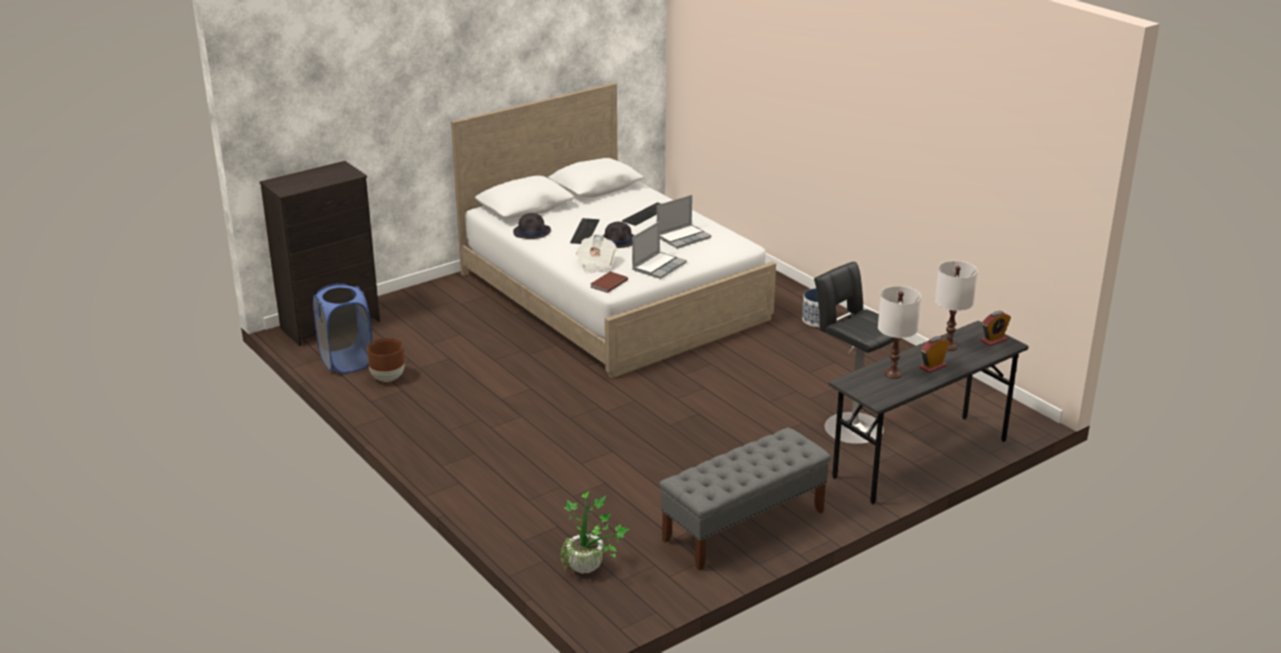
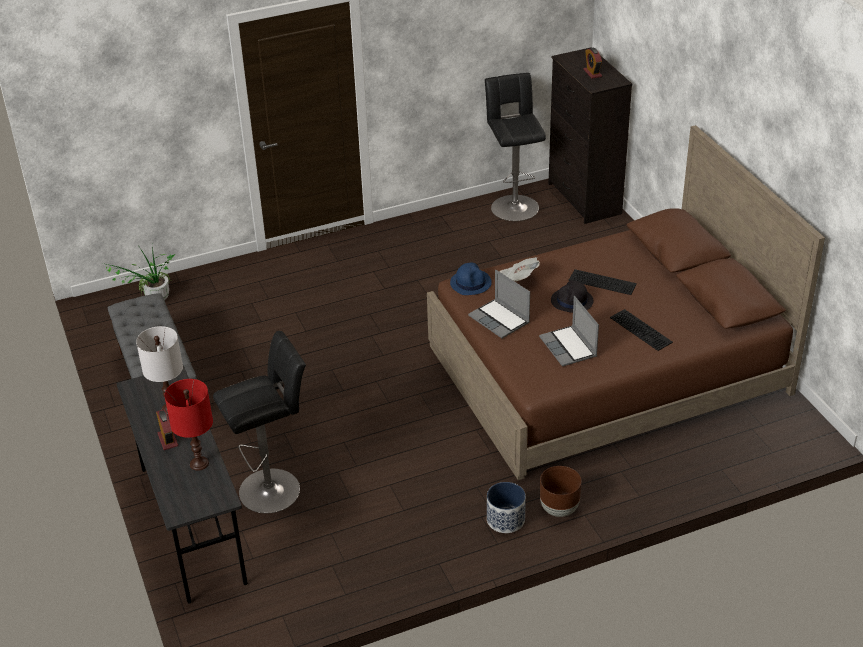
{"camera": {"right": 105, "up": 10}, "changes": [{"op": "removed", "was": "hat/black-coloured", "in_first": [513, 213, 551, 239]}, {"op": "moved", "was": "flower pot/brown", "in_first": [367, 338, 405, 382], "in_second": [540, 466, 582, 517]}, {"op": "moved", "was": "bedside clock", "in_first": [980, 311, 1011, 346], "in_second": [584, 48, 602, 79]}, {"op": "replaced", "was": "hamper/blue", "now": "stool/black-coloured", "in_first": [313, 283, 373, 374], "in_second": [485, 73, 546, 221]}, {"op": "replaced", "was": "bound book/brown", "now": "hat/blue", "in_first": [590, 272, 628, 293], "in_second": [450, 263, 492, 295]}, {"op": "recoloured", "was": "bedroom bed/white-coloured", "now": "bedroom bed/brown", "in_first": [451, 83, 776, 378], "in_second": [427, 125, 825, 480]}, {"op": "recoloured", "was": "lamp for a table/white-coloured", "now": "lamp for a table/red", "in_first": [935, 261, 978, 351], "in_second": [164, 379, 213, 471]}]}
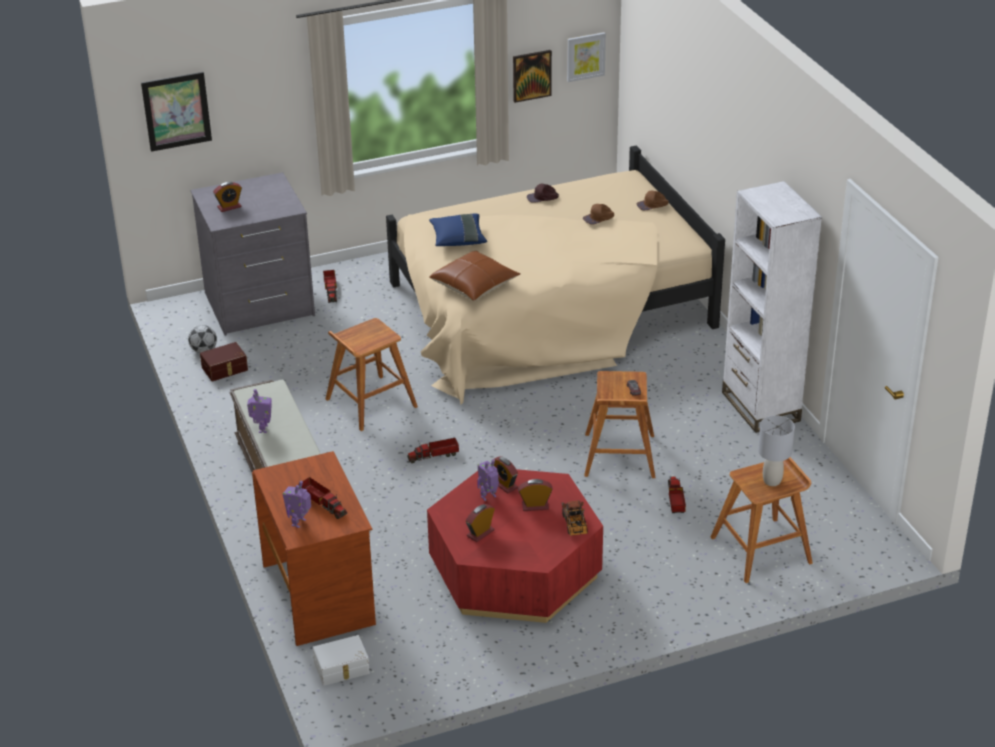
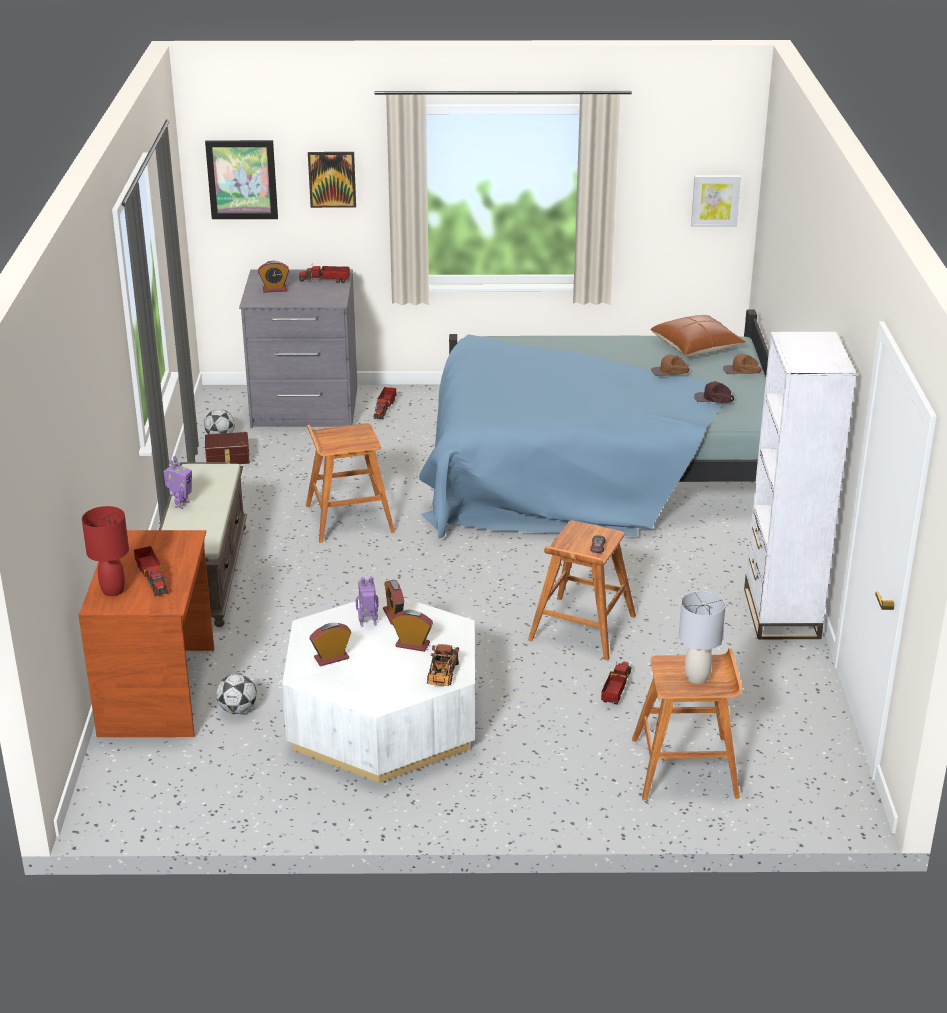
{"camera": {"right": 20, "up": -5}, "changes": [{"op": "removed", "was": "storage bin/white-coloured", "in_first": [313, 635, 370, 686]}, {"op": "removed", "was": "throw pillow/blue", "in_first": [429, 213, 487, 246]}, {"op": "added", "now": "football ball", "in_second": [216, 674, 257, 714]}, {"op": "moved", "was": "toy lorry", "in_first": [407, 438, 459, 463], "in_second": [299, 266, 350, 283]}, {"op": "moved", "was": "throw pillow/brown", "in_first": [430, 251, 520, 301], "in_second": [650, 315, 746, 357]}, {"op": "moved", "was": "picture", "in_first": [513, 50, 552, 103], "in_second": [308, 152, 356, 208]}, {"op": "moved", "was": "peaked cap/brown", "in_first": [527, 183, 559, 203], "in_second": [694, 381, 734, 403]}, {"op": "replaced", "was": "model robot", "now": "lamp for a table/red", "in_first": [283, 481, 311, 528], "in_second": [82, 506, 129, 596]}, {"op": "recoloured", "was": "bedroom bed/beige-coloured", "now": "bedroom bed/blue", "in_first": [386, 145, 725, 405], "in_second": [419, 309, 769, 538]}, {"op": "recoloured", "was": "lounge table/red", "now": "lounge table/white-coloured", "in_first": [427, 469, 603, 623], "in_second": [282, 592, 475, 783]}]}
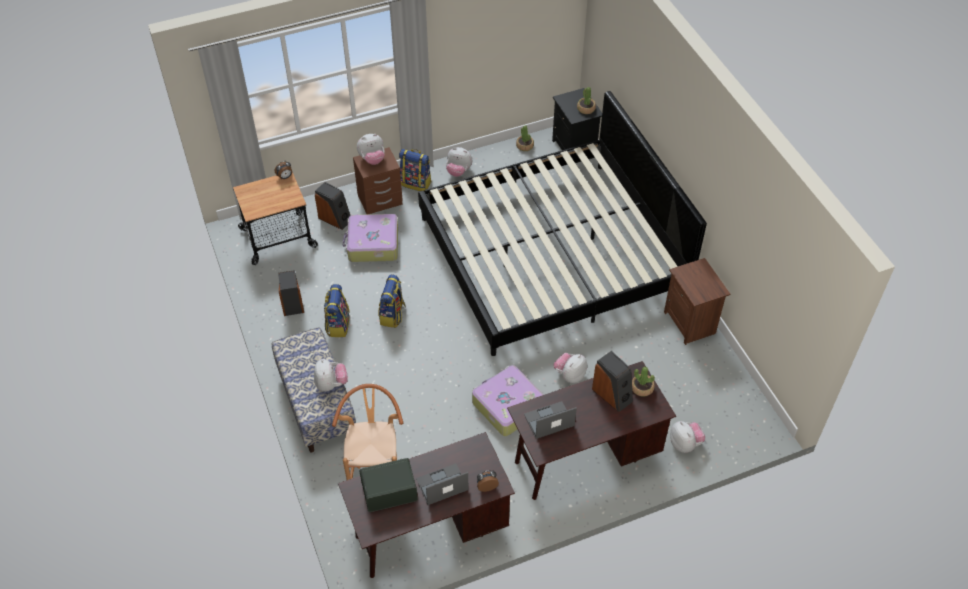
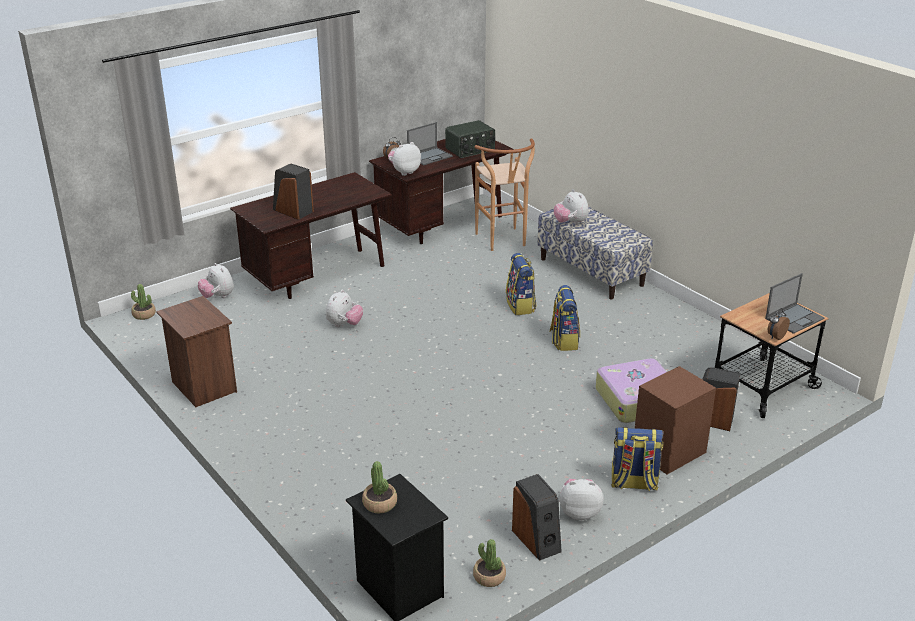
{"camera": {"right": 165, "up": -20}, "changes": [{"op": "removed", "was": "bedroom bed", "in_first": [418, 91, 707, 356]}, {"op": "removed", "was": "piece of luggage", "in_first": [472, 365, 544, 436]}, {"op": "moved", "was": "speaker", "in_first": [278, 270, 304, 316], "in_second": [512, 474, 562, 561]}, {"op": "moved", "was": "knapsack", "in_first": [324, 284, 350, 337], "in_second": [506, 253, 537, 315]}, {"op": "moved", "was": "plush toy", "in_first": [357, 134, 384, 165], "in_second": [388, 142, 421, 176]}, {"op": "moved", "was": "laptop", "in_first": [524, 401, 577, 439], "in_second": [765, 273, 824, 334]}, {"op": "moved", "was": "houseplant", "in_first": [632, 367, 655, 397], "in_second": [131, 284, 156, 320]}]}
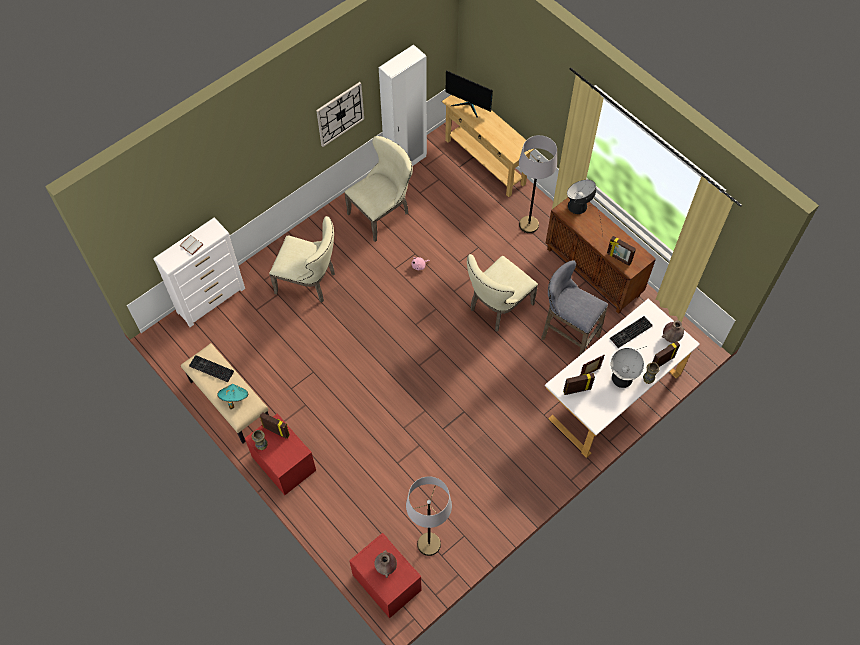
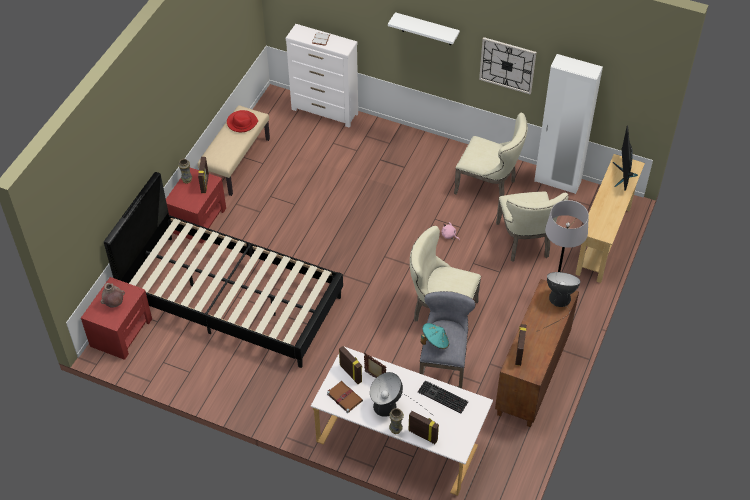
{"camera": {"right": 65, "up": -10}, "changes": [{"op": "removed", "was": "standing lamp/greyish", "in_first": [406, 476, 452, 556]}, {"op": "removed", "was": "flower vase/brown", "in_first": [662, 320, 684, 343]}, {"op": "added", "now": "bedroom bed/black-coloured", "in_second": [104, 172, 343, 368]}, {"op": "added", "now": "bound book/brown", "in_second": [327, 381, 363, 413]}, {"op": "added", "now": "shelf/white-coloured", "in_second": [388, 12, 460, 45]}, {"op": "moved", "was": "hat/blue-green", "in_first": [217, 384, 248, 409], "in_second": [421, 323, 449, 349]}, {"op": "moved", "was": "upright chair/beige-coloured", "in_first": [269, 216, 335, 303], "in_second": [496, 192, 569, 262]}, {"op": "replaced", "was": "computer keyboard", "now": "hat/red", "in_first": [189, 355, 234, 382], "in_second": [227, 110, 258, 132]}]}
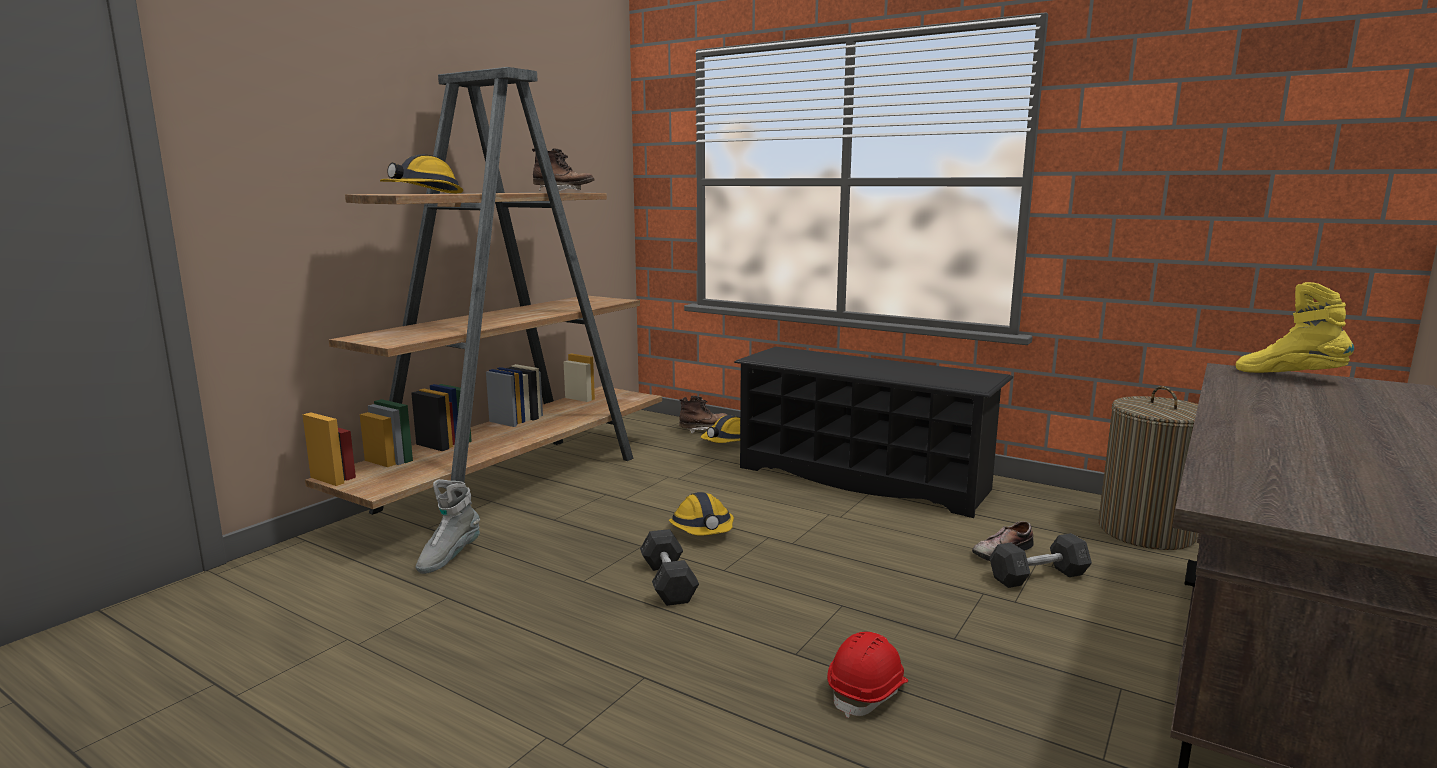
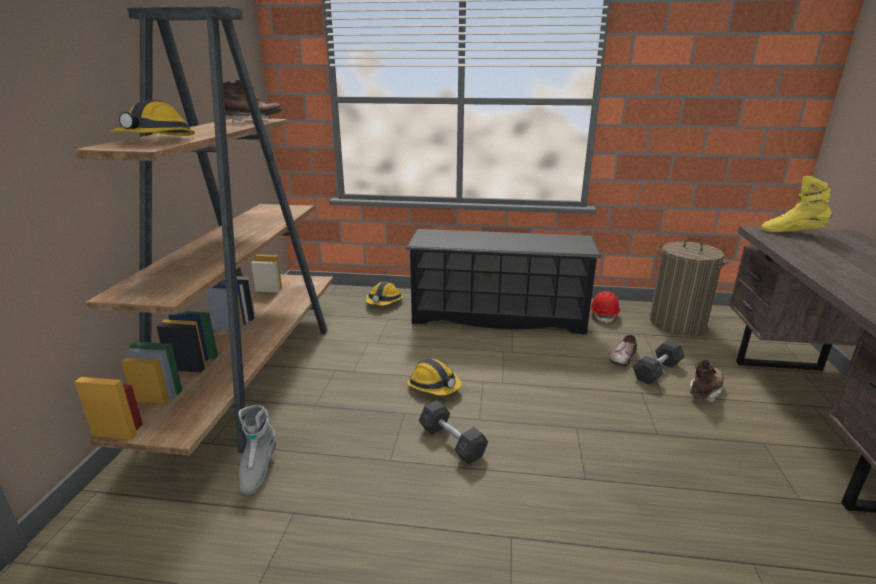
{"camera": {"right": -25, "up": 10}, "changes": [{"op": "moved", "was": "boot/brown", "in_first": [679, 395, 727, 434], "in_second": [690, 360, 725, 403]}, {"op": "moved", "was": "hard hat/red", "in_first": [827, 632, 908, 718], "in_second": [591, 291, 620, 324]}]}
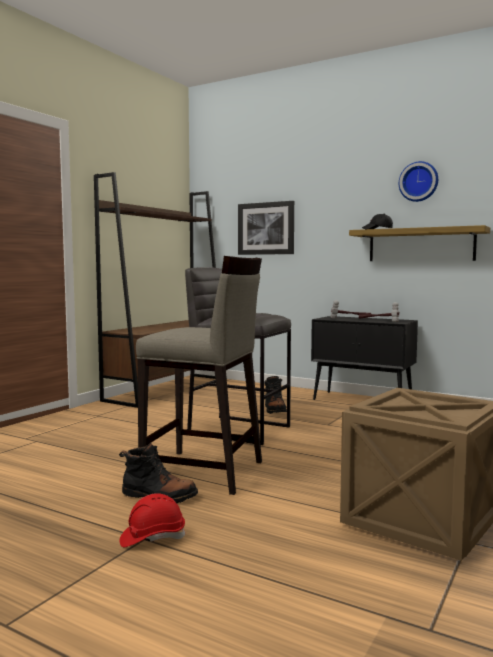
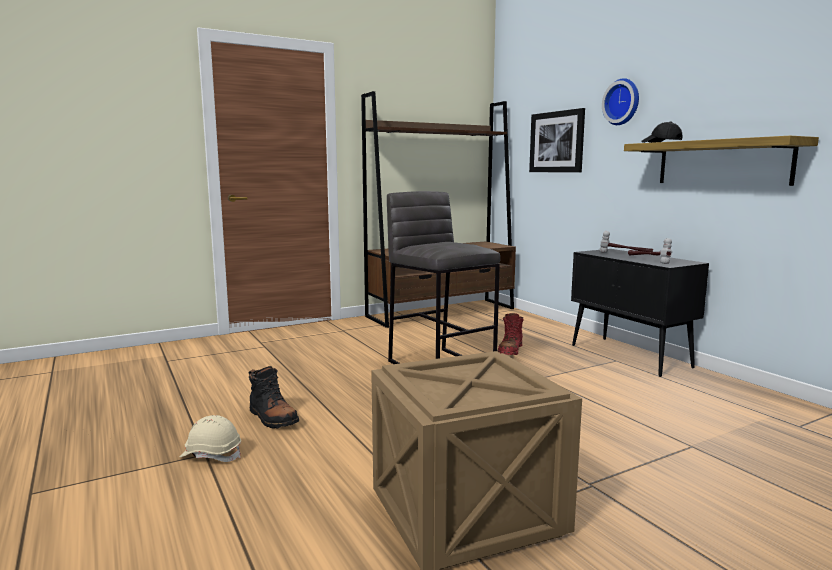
{"camera": {"right": 30, "up": 5}, "changes": [{"op": "removed", "was": "stool/beige-coloured", "in_first": [136, 256, 262, 495]}, {"op": "moved", "was": "hanging clock", "in_first": [399, 161, 438, 202], "in_second": [602, 78, 639, 125]}, {"op": "recoloured", "was": "hard hat/red", "now": "hard hat/beige-coloured", "in_first": [120, 493, 185, 547], "in_second": [179, 415, 241, 462]}, {"op": "recoloured", "was": "boot/black-coloured", "now": "boot/red", "in_first": [264, 376, 287, 414], "in_second": [498, 313, 524, 355]}]}
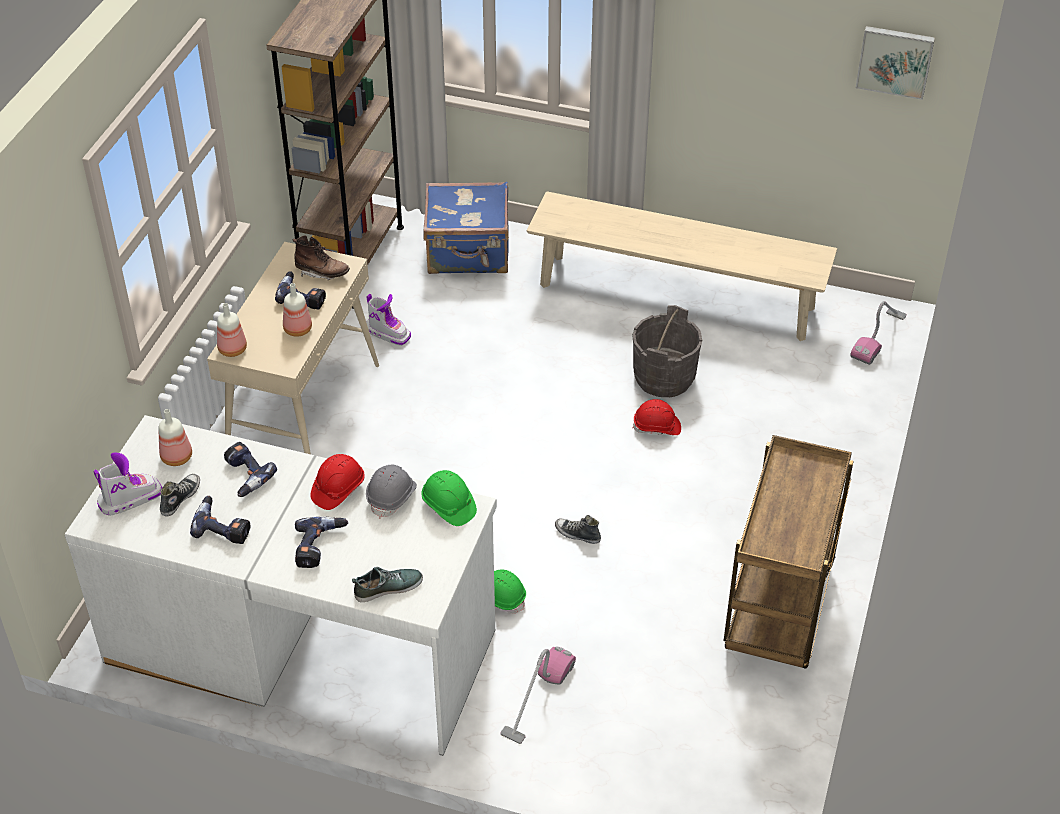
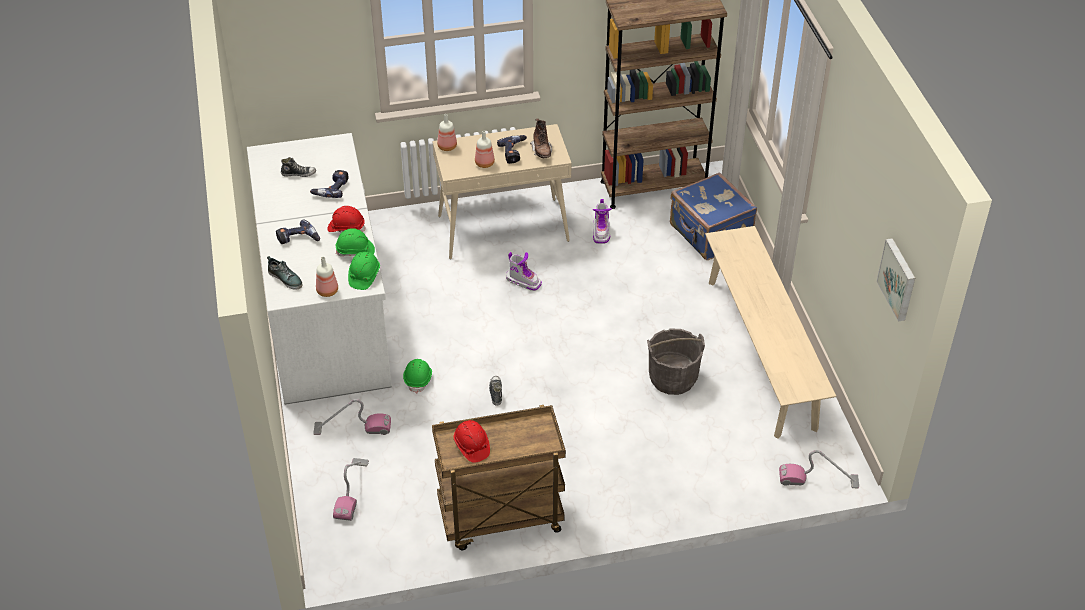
{"camera": {"right": 60, "up": 0}, "changes": [{"op": "removed", "was": "power drill", "in_first": [190, 496, 250, 544]}, {"op": "added", "now": "hoover", "in_second": [333, 458, 369, 521]}, {"op": "moved", "was": "boot", "in_first": [94, 452, 162, 516], "in_second": [506, 252, 542, 291]}, {"op": "moved", "was": "drink bottle", "in_first": [158, 409, 192, 466], "in_second": [316, 257, 338, 297]}, {"op": "moved", "was": "hard hat/red", "in_first": [633, 399, 681, 435], "in_second": [453, 420, 490, 463]}, {"op": "recoloured", "was": "hard hat/greyish", "now": "hard hat/green-coloured", "in_first": [366, 465, 417, 519], "in_second": [336, 228, 375, 256]}]}
